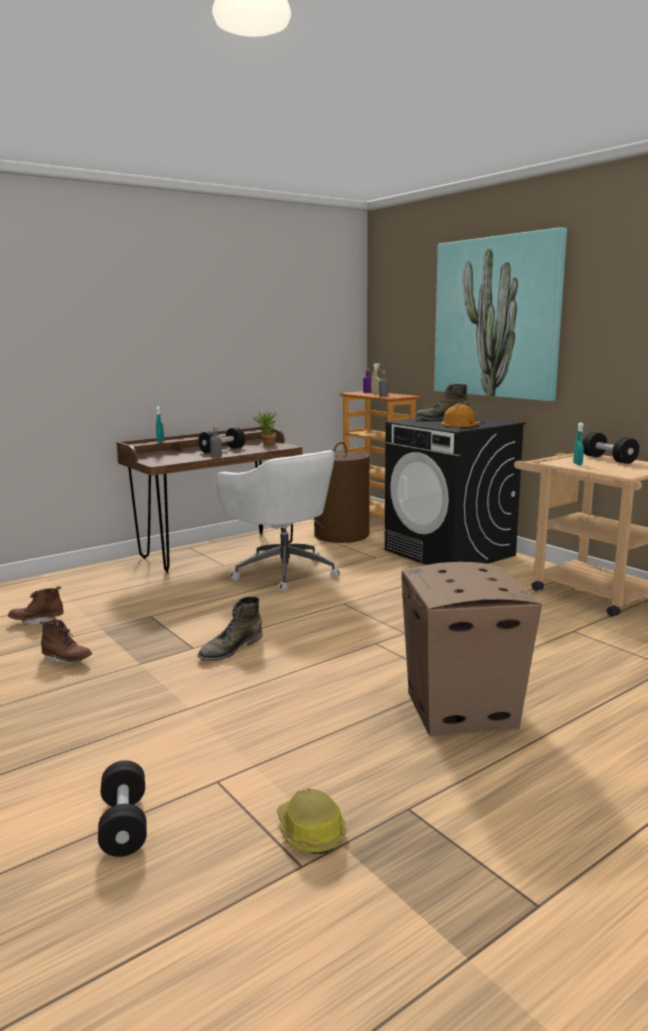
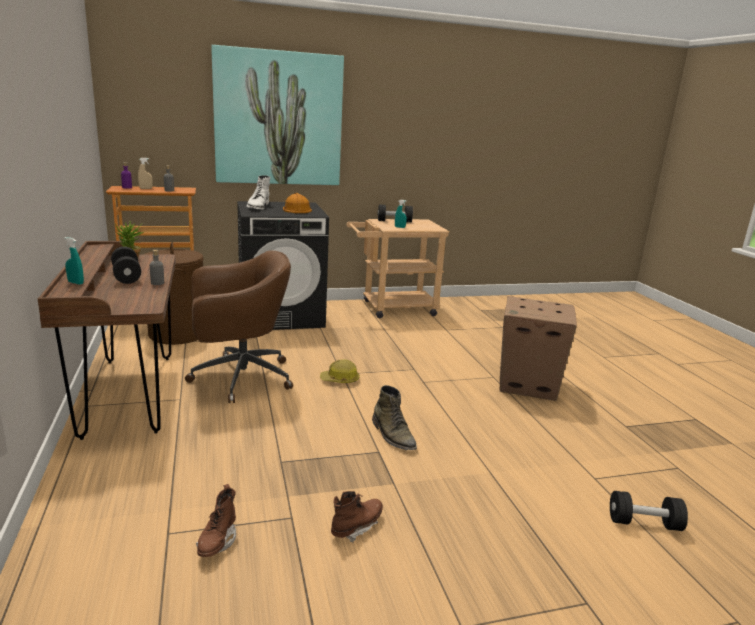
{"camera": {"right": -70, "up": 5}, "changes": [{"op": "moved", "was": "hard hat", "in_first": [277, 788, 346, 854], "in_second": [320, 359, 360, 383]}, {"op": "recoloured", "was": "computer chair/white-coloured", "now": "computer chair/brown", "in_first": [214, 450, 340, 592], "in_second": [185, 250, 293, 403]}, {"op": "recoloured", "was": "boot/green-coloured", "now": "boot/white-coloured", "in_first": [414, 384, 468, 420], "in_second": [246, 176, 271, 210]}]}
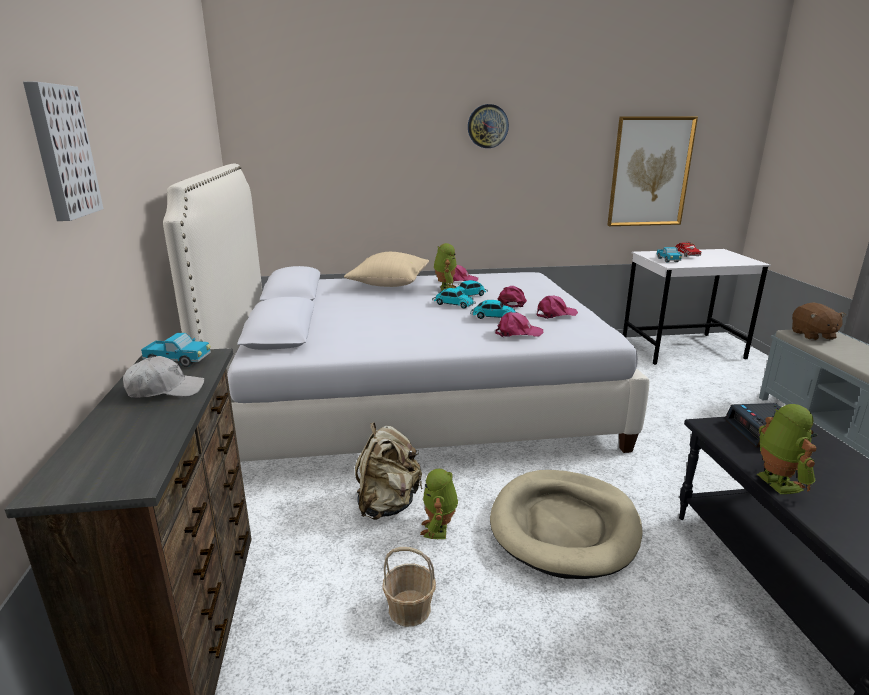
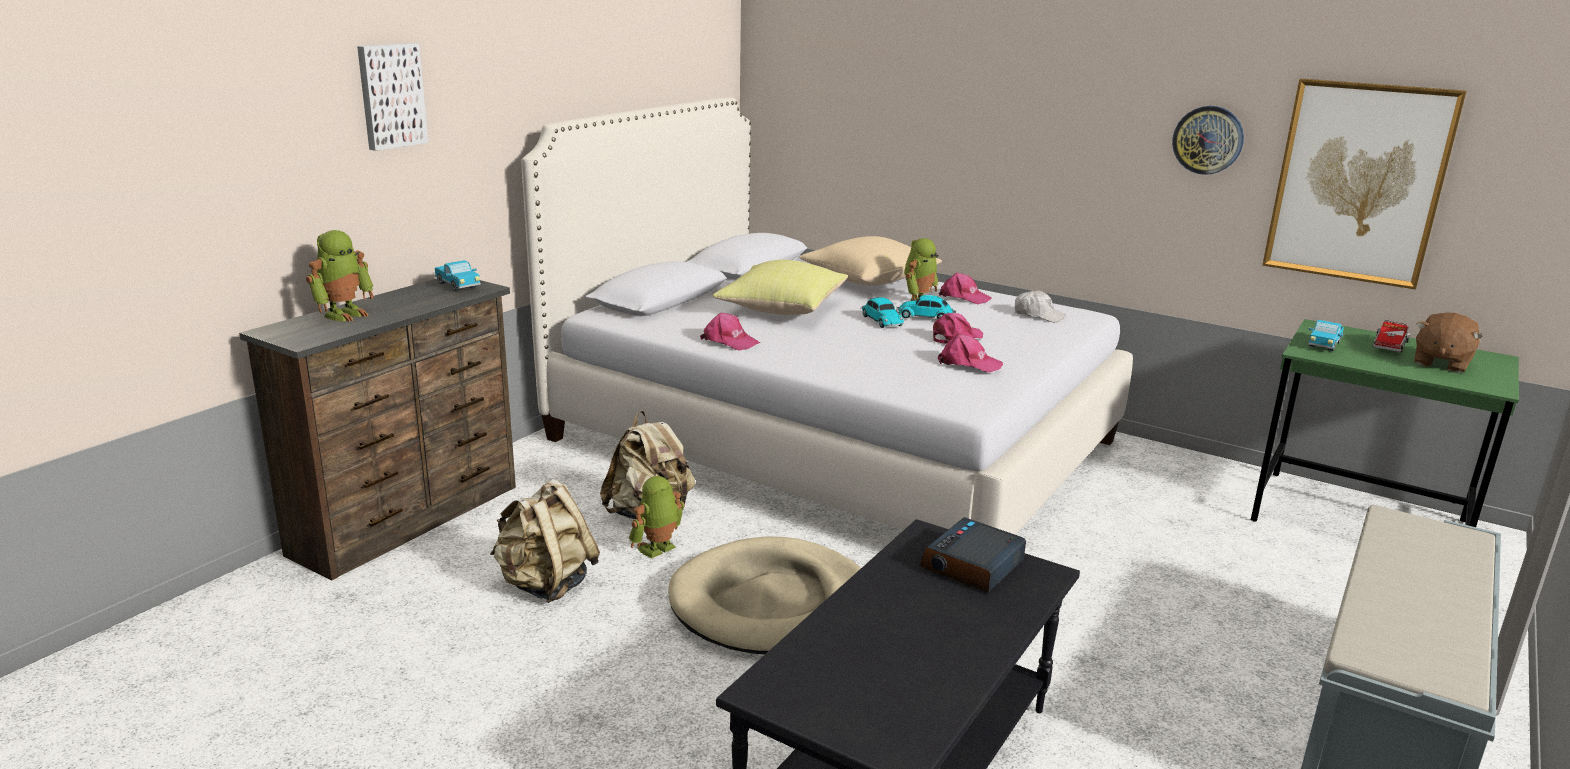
{"camera": {"right": 40, "up": 0}, "changes": [{"op": "removed", "was": "model car", "in_first": [470, 300, 519, 319]}, {"op": "added", "now": "throw pillow/yellow-coloured", "in_second": [713, 260, 848, 315]}, {"op": "moved", "was": "peaked cap/white-coloured", "in_first": [123, 356, 205, 398], "in_second": [1015, 290, 1066, 322]}, {"op": "moved", "was": "hanging clock", "in_first": [468, 104, 509, 148], "in_second": [1172, 106, 1244, 175]}, {"op": "moved", "was": "peaked cap/pinkish", "in_first": [495, 312, 543, 337], "in_second": [700, 313, 760, 351]}, {"op": "moved", "was": "model robot", "in_first": [757, 404, 818, 494], "in_second": [306, 230, 373, 322]}, {"op": "moved", "was": "plush toy/brown", "in_first": [792, 302, 846, 340], "in_second": [1414, 313, 1483, 373]}, {"op": "replaced", "was": "basket", "now": "knapsack/beige-coloured", "in_first": [382, 547, 436, 627], "in_second": [490, 479, 600, 603]}, {"op": "recoloured", "was": "desk/white-coloured", "now": "desk/green-coloured", "in_first": [623, 249, 771, 365], "in_second": [1251, 319, 1519, 527]}]}
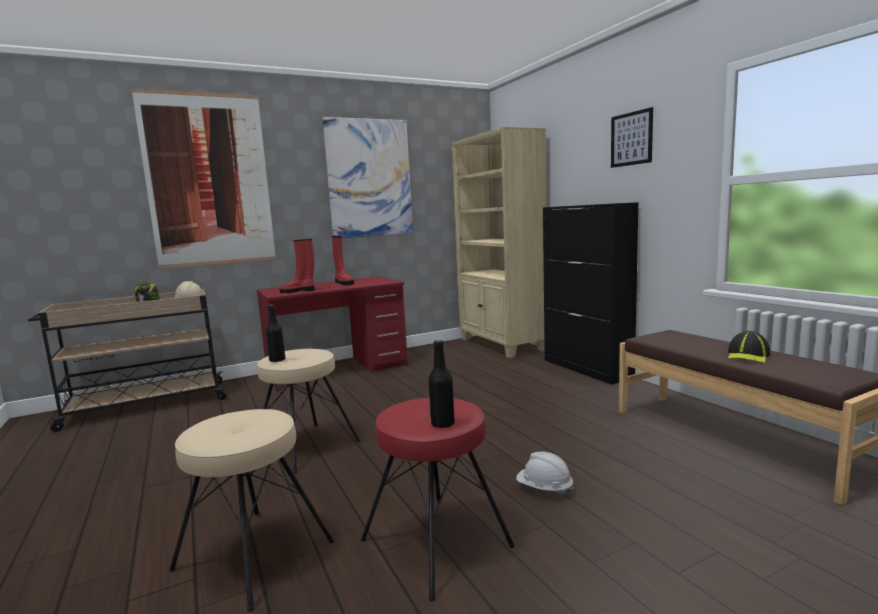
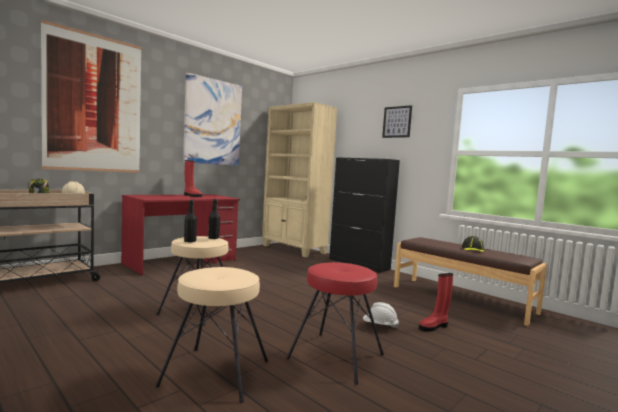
{"camera": {"right": -20, "up": -5}, "changes": [{"op": "moved", "was": "boot/red", "in_first": [279, 239, 314, 293], "in_second": [419, 273, 453, 332]}, {"op": "moved", "was": "drink bottle/black-coloured", "in_first": [428, 340, 455, 428], "in_second": [208, 199, 220, 239]}]}
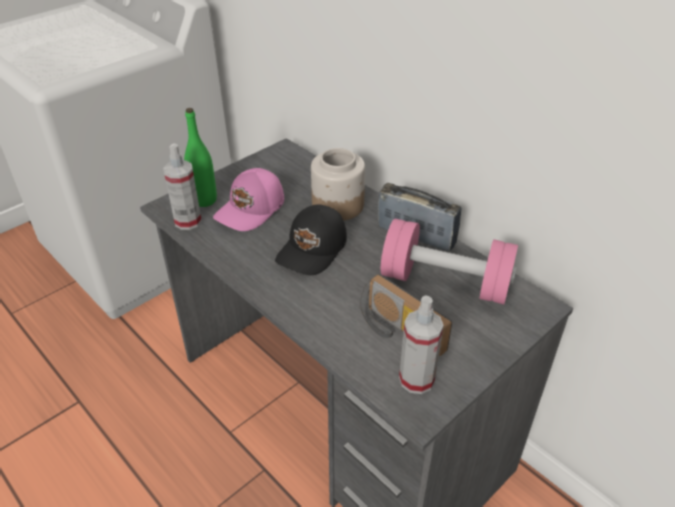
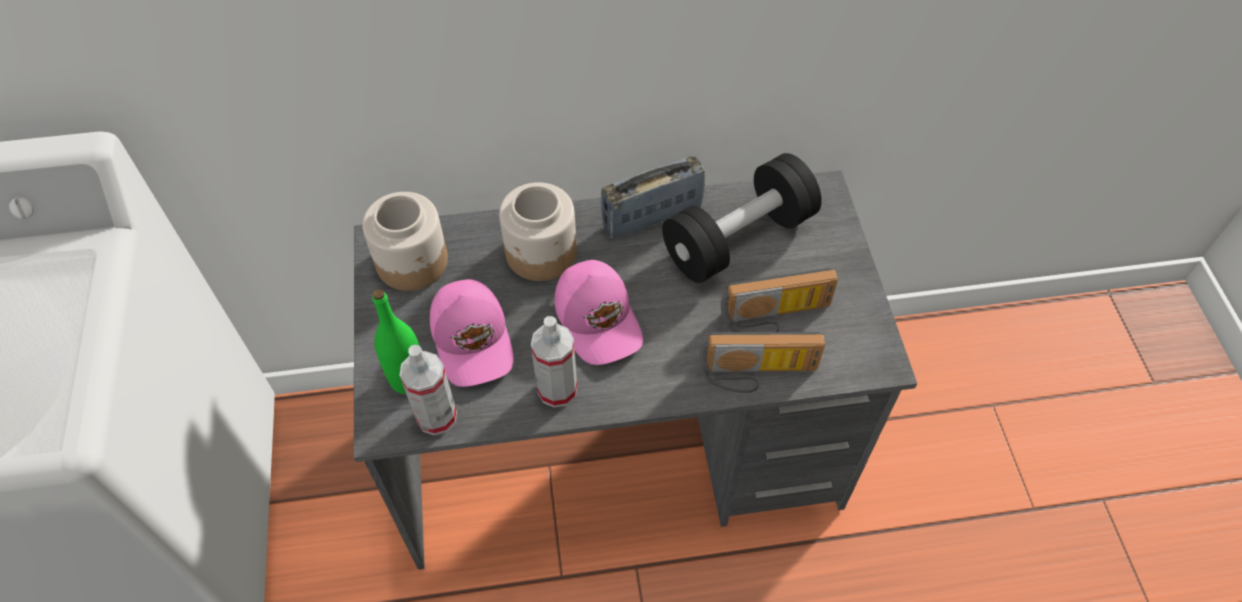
{"camera": {"right": -55, "up": 15}, "changes": [{"op": "added", "now": "preserve jar", "in_second": [362, 192, 448, 291]}, {"op": "added", "now": "radio receiver", "in_second": [699, 332, 825, 393]}, {"op": "moved", "was": "hand sprayer", "in_first": [399, 295, 444, 394], "in_second": [531, 316, 577, 408]}, {"op": "recoloured", "was": "peaked cap/black-coloured", "now": "peaked cap/pinkish", "in_first": [275, 204, 347, 275], "in_second": [554, 260, 643, 365]}, {"op": "recoloured", "was": "hand weight/pinkish", "now": "hand weight/black-coloured", "in_first": [381, 219, 518, 304], "in_second": [662, 153, 822, 283]}]}
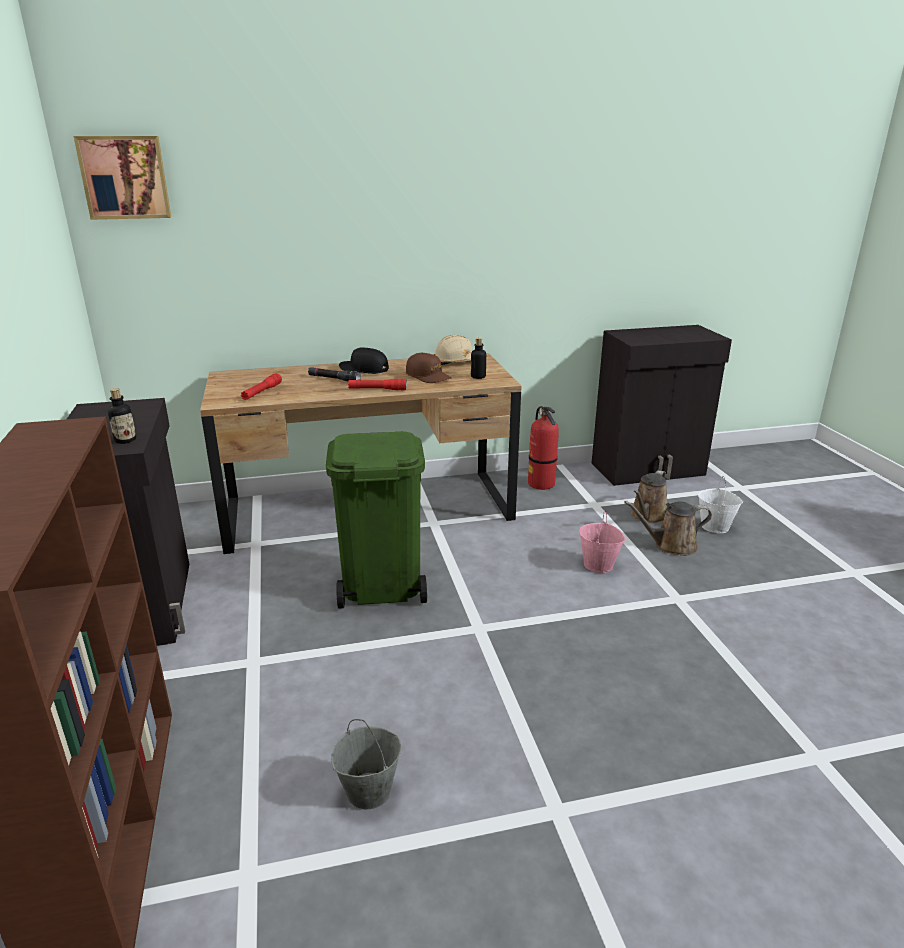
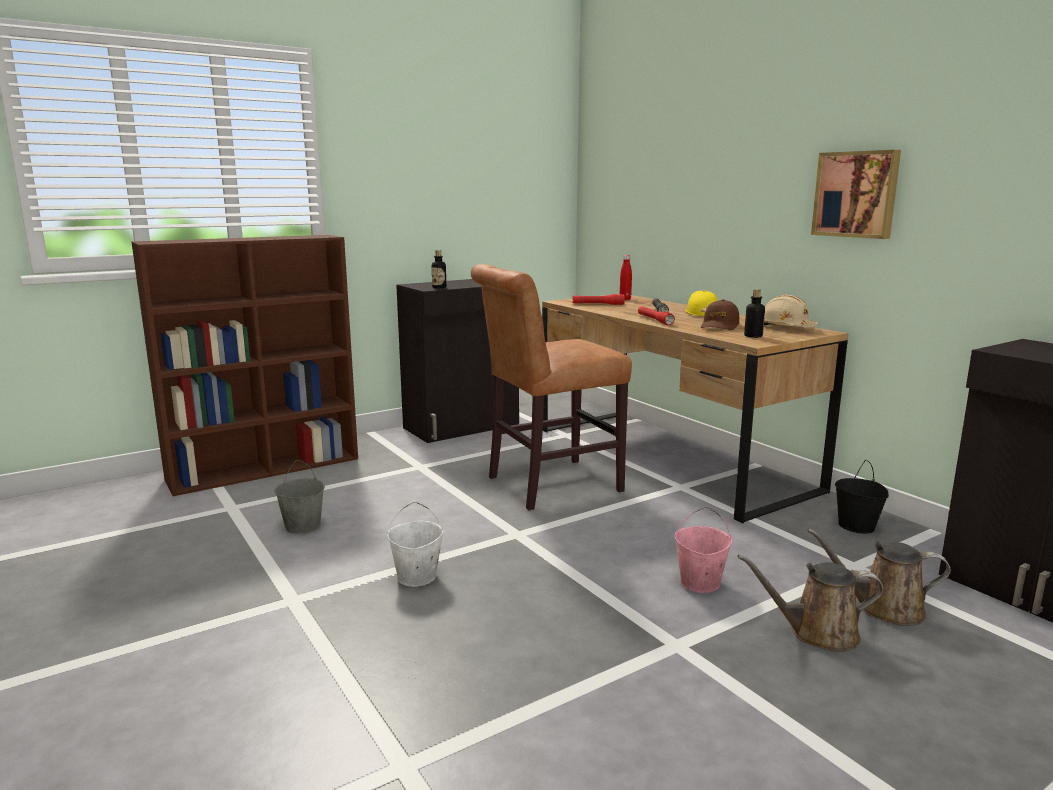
{"camera": {"right": 70, "up": -10}, "changes": [{"op": "added", "now": "drink bottle/red", "in_second": [620, 255, 632, 300]}, {"op": "moved", "was": "picture", "in_first": [74, 136, 171, 220], "in_second": [811, 150, 901, 239]}, {"op": "moved", "was": "bucket/white-coloured", "in_first": [698, 476, 743, 533], "in_second": [387, 502, 443, 587]}, {"op": "replaced", "was": "rubbish bin/green-coloured", "now": "upright chair/brown", "in_first": [326, 432, 427, 609], "in_second": [471, 264, 632, 510]}, {"op": "replaced", "was": "extinguisher", "now": "bucket/black-coloured", "in_first": [528, 406, 559, 490], "in_second": [835, 460, 889, 534]}, {"op": "recoloured", "was": "peaked cap/black-coloured", "now": "peaked cap/yellow-coloured", "in_first": [339, 348, 389, 374], "in_second": [686, 291, 718, 316]}, {"op": "turned", "was": "sprinkling can/brown", "in_first": [624, 501, 712, 556], "in_second": [738, 554, 883, 652], "clockwise": -60}]}
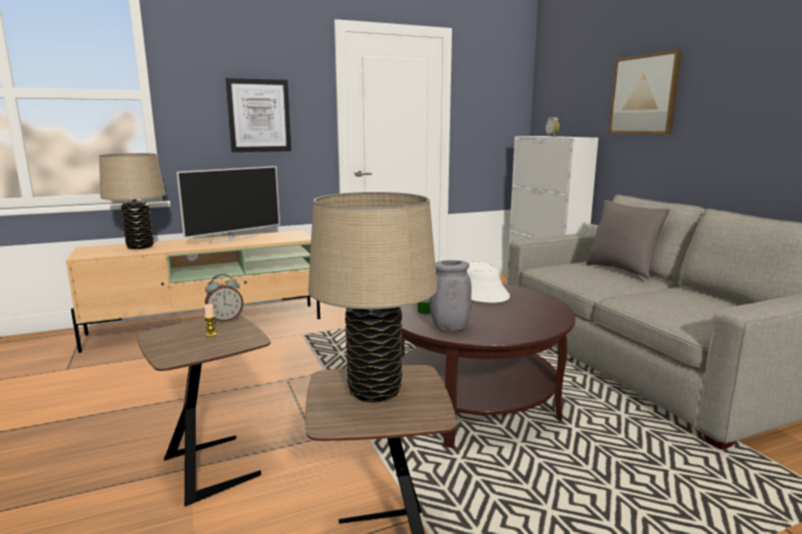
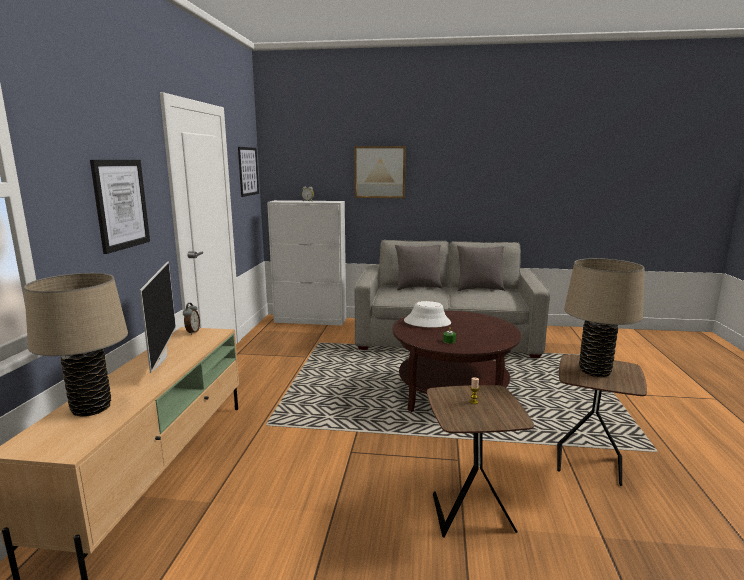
{"camera": {"right": -60, "up": 0}, "changes": [{"op": "removed", "was": "flower vase/greyish", "in_first": [430, 260, 472, 332]}, {"op": "added", "now": "picture", "in_second": [238, 147, 259, 197]}, {"op": "added", "now": "throw pillow/greyish", "in_second": [457, 245, 505, 291]}, {"op": "moved", "was": "bedside clock", "in_first": [205, 274, 244, 323], "in_second": [183, 303, 200, 335]}]}
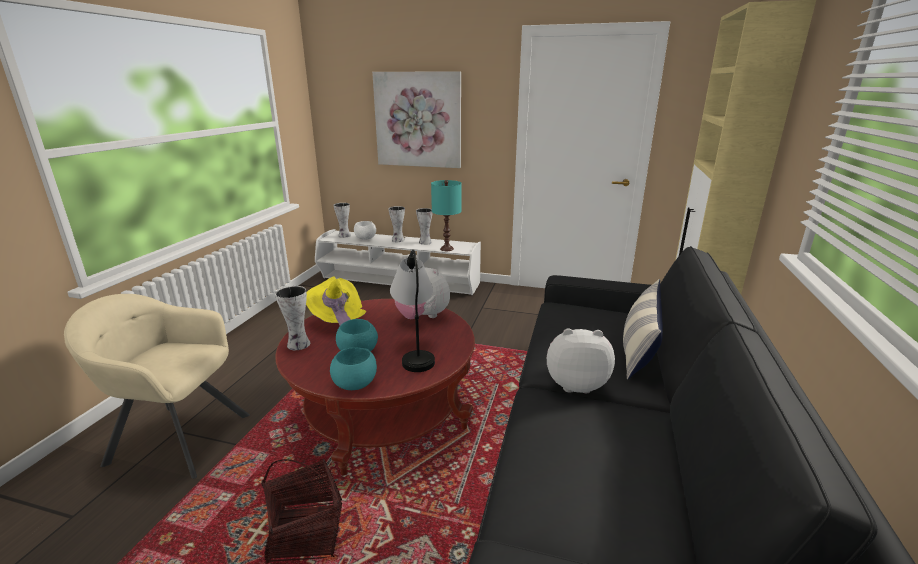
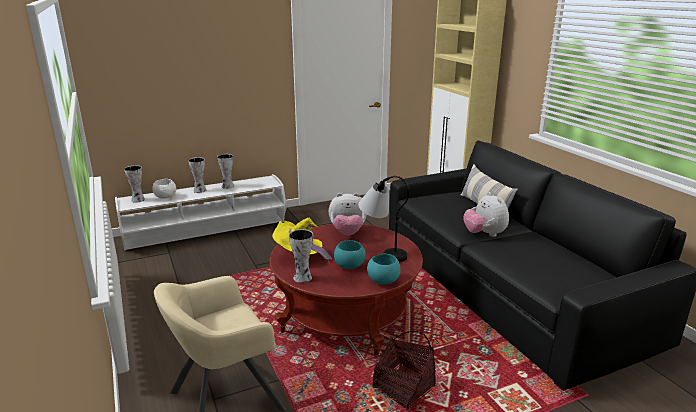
{"camera": {"right": -40, "up": 0}, "changes": [{"op": "removed", "was": "picture", "in_first": [372, 71, 461, 168]}, {"op": "removed", "was": "lamp for a table/blue-green", "in_first": [431, 180, 461, 251]}, {"op": "turned", "was": "plush toy", "in_first": [547, 328, 615, 393], "in_second": [464, 192, 509, 237], "clockwise": -75}]}
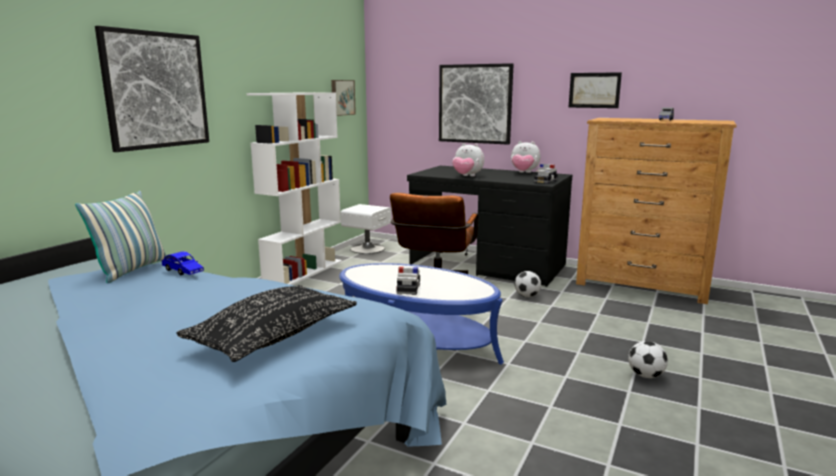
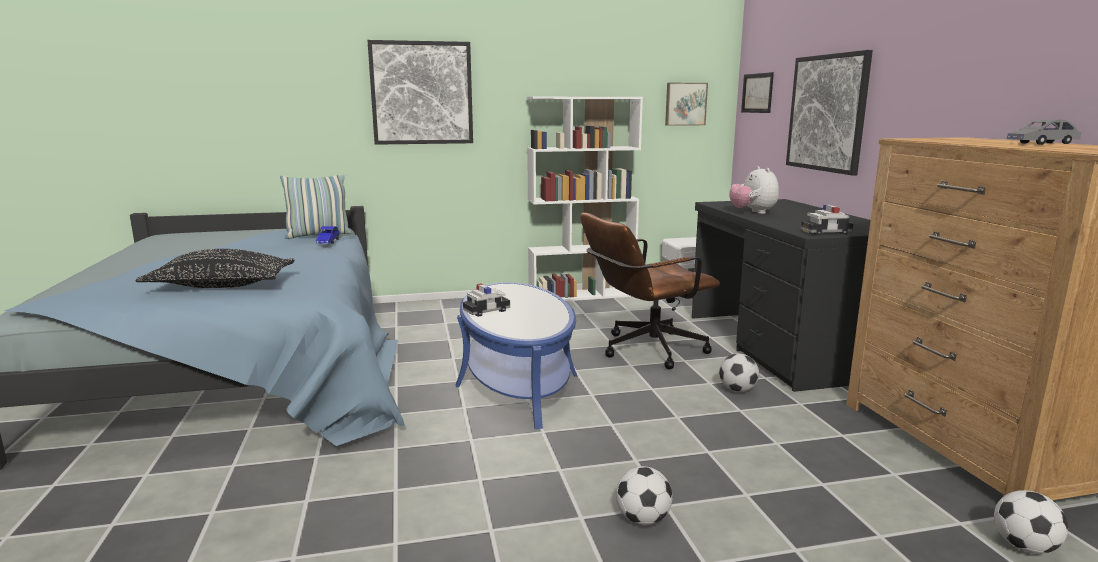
{"camera": {"right": 50, "up": 0}, "changes": [{"op": "removed", "was": "plush toy", "in_first": [511, 141, 541, 173]}, {"op": "added", "now": "football ball", "in_second": [994, 490, 1068, 554]}, {"op": "moved", "was": "picture", "in_first": [569, 72, 622, 108], "in_second": [741, 72, 774, 113]}]}
